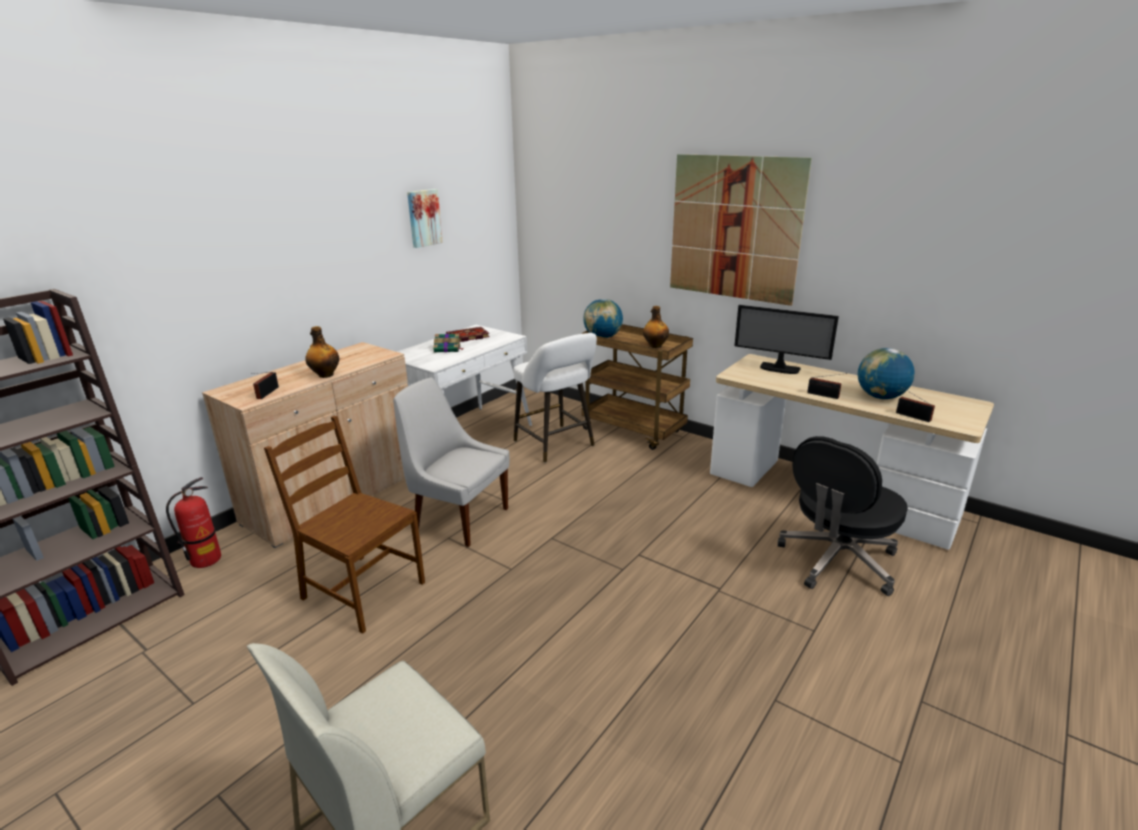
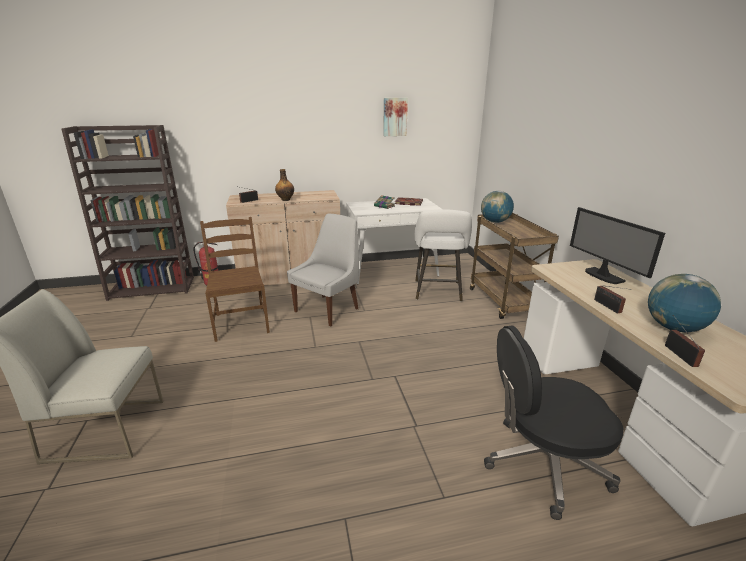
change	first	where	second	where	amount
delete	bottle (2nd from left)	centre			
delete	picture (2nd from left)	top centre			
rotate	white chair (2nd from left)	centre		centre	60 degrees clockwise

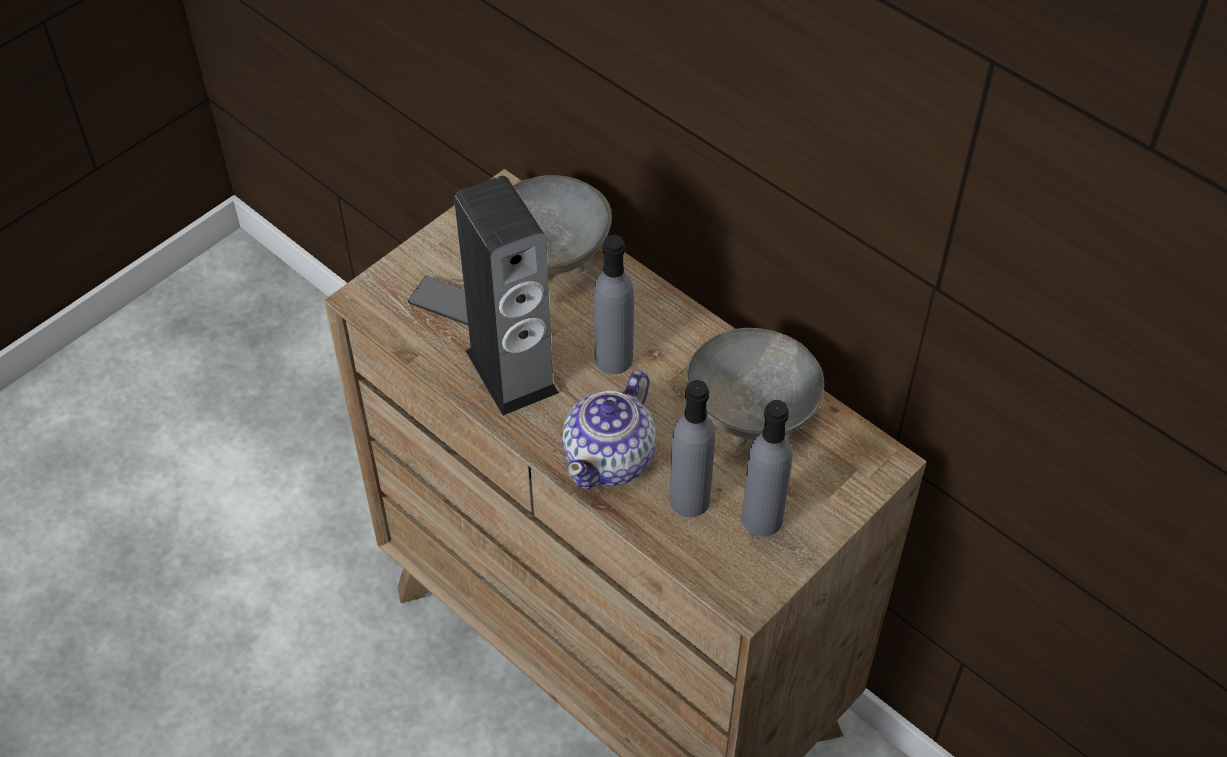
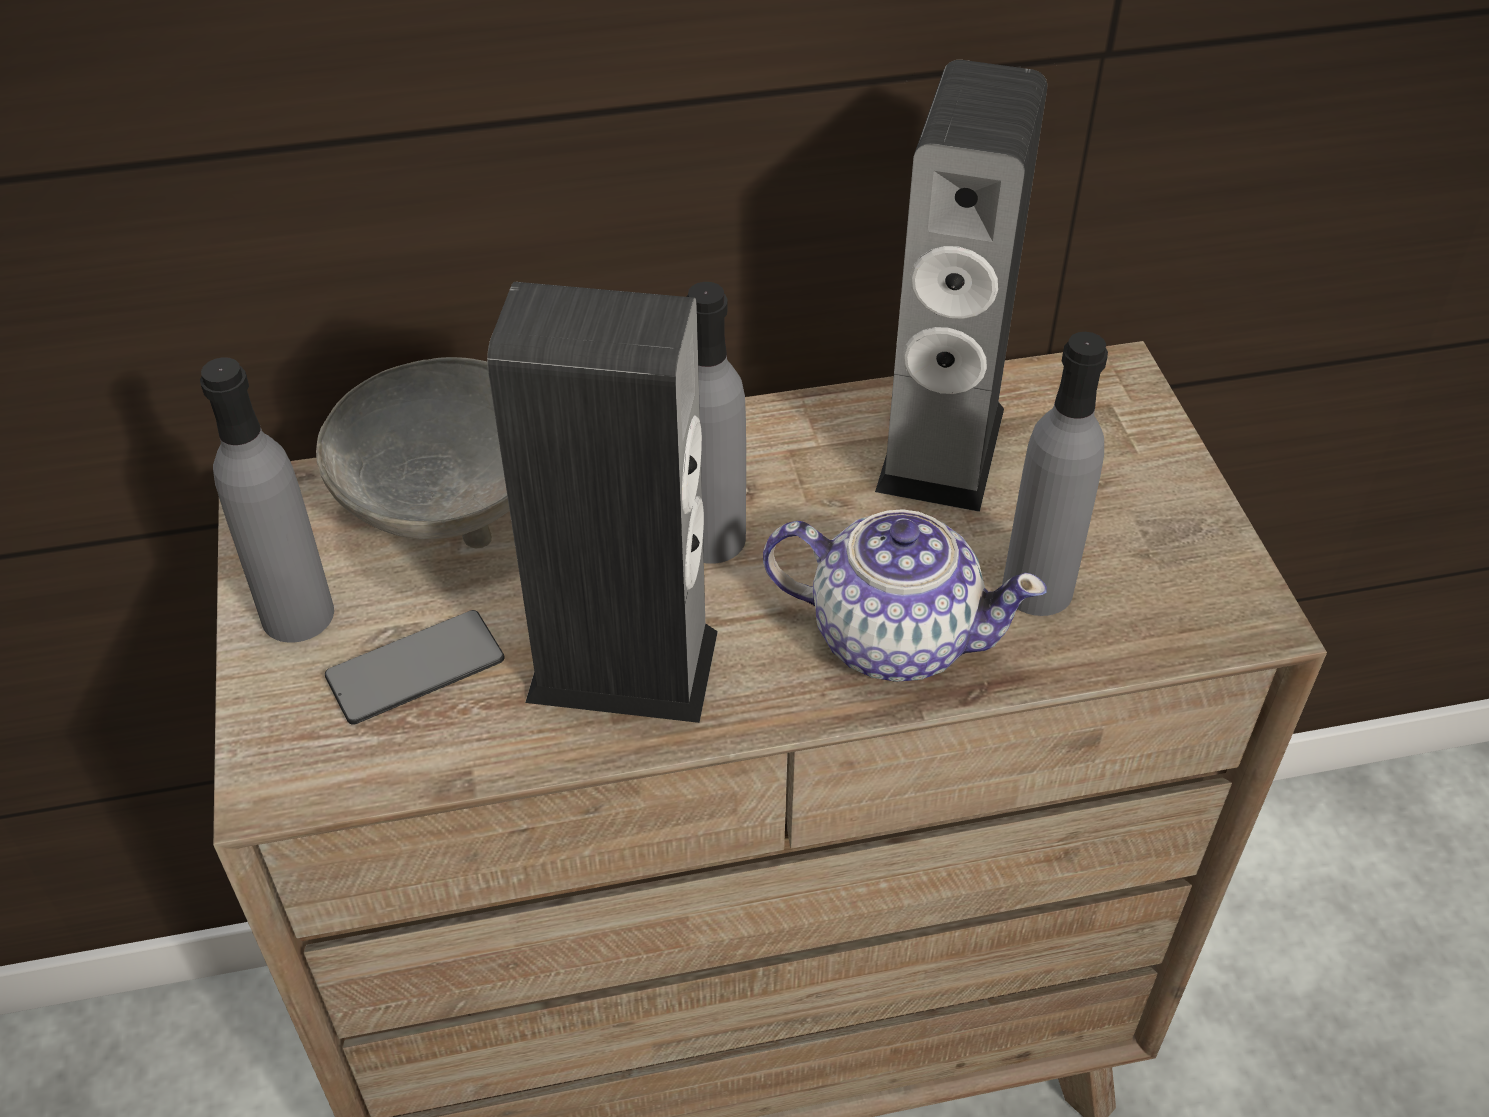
change	first	where	second	where	amount
move	grey bottle (3rd from left in the first image)	centre	grey bottle (1st from left)	middle left	
replace	grey bowl (2nd from left)	centre	speaker (2nd from left)	top centre	
rotate	teapot	centre		centre	45 degrees counterclockwise

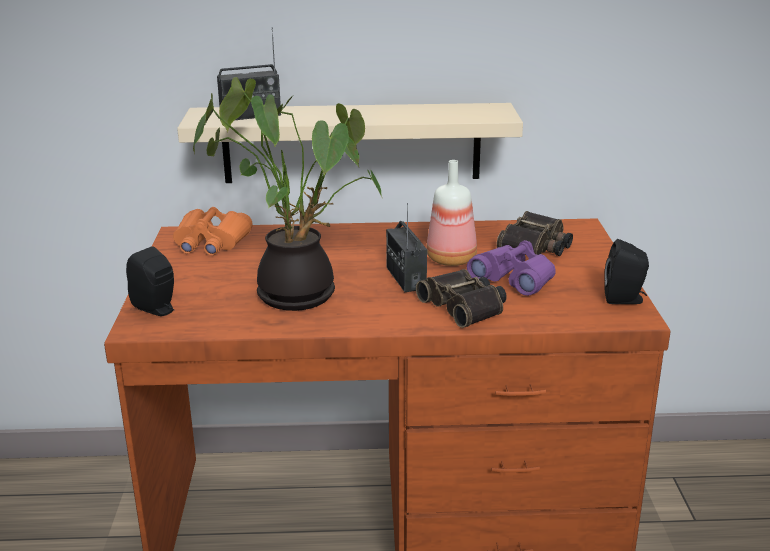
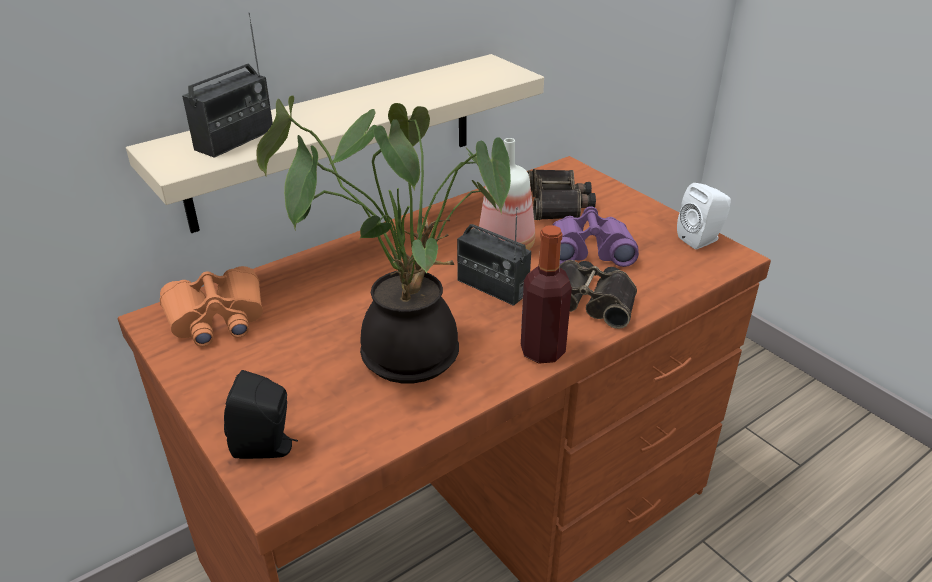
change	first	where	second	where	amount
insert			bottle (2nd from left)	centre	
recolor	black speaker (2nd from left)	middle right	white speaker	middle right	

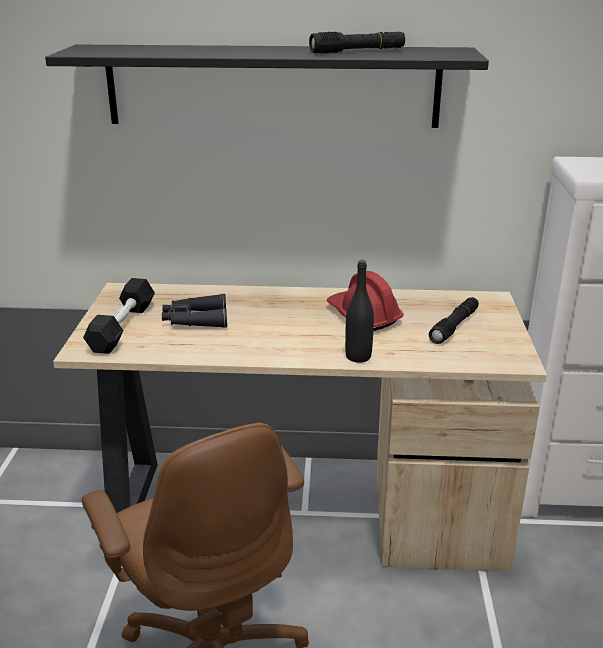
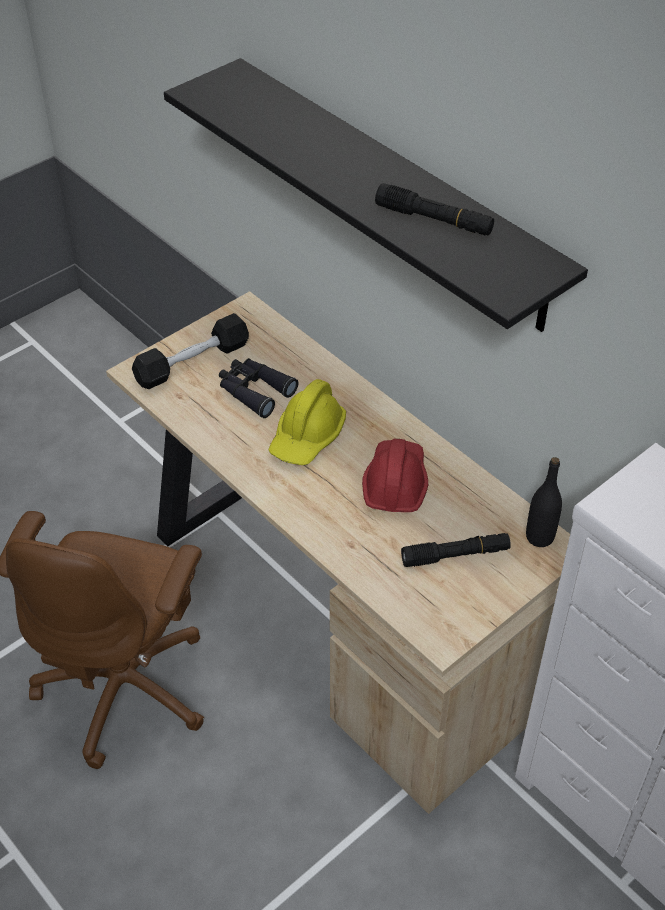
change	first	where	second	where	amount
insert			yellow hard hat	centre	
move	black bottle	centre		middle right	

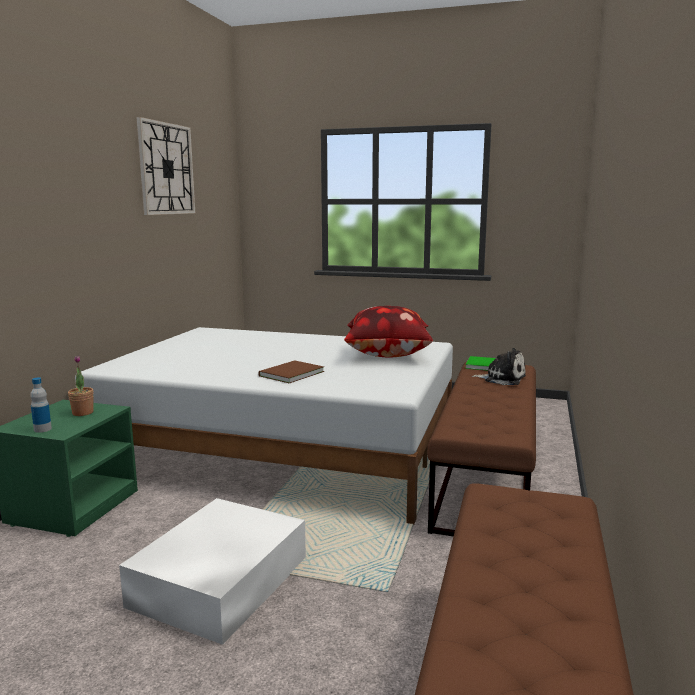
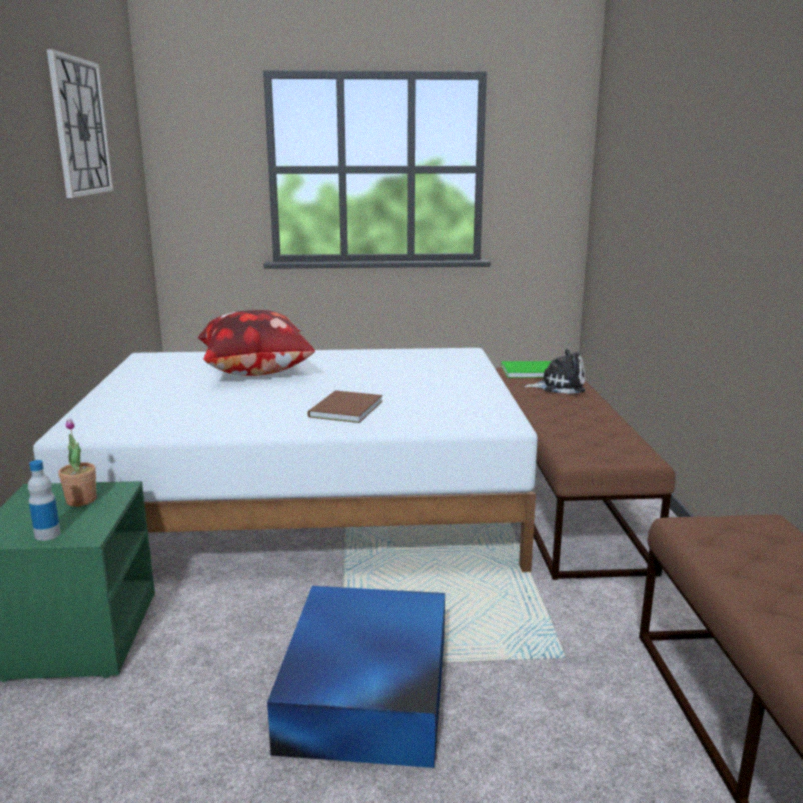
change	first	where	second	where	amount
move	pillow	centre		middle left	
recolor	white storage box	bottom left	blue storage box	bottom centre	

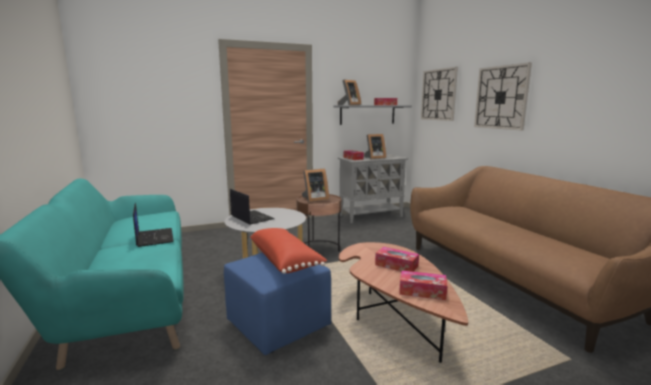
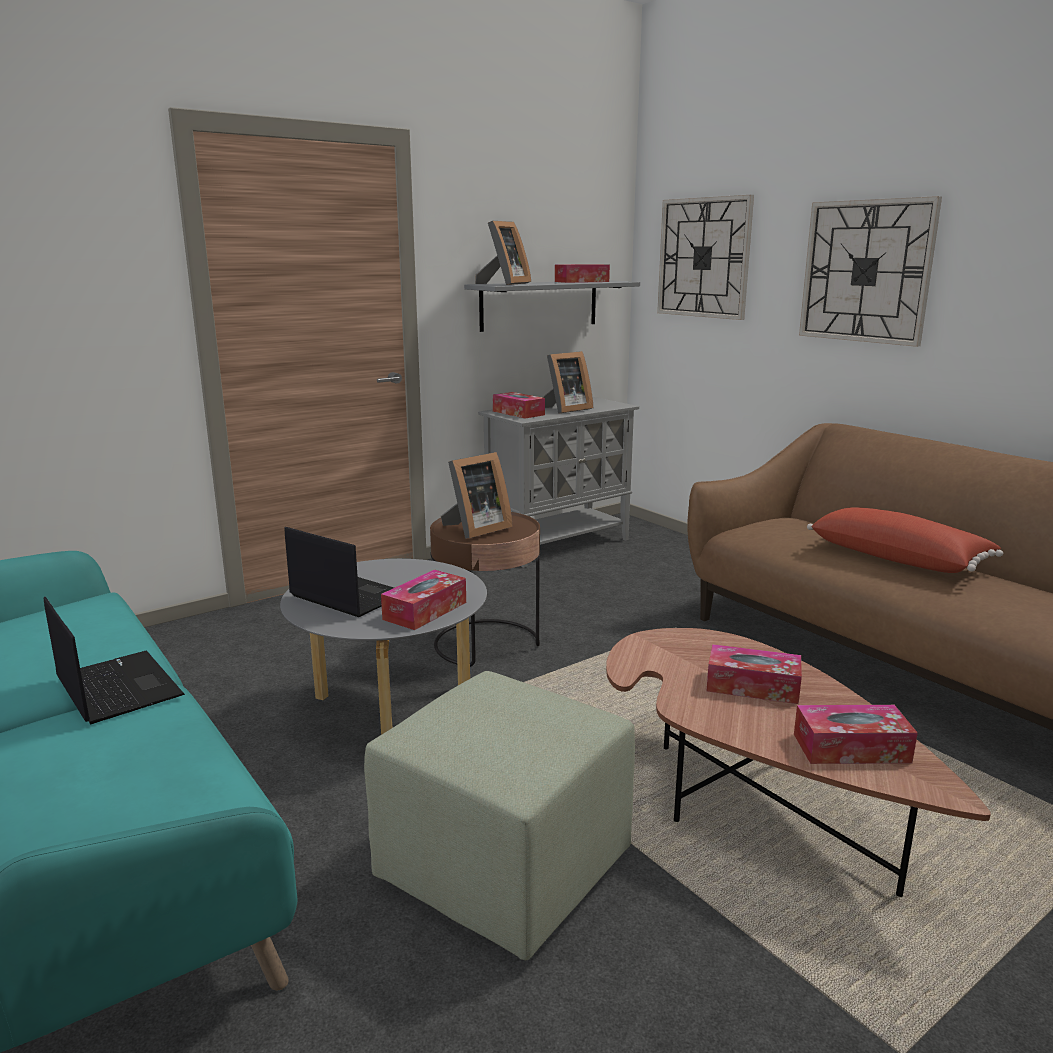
change	first	where	second	where	amount
insert			tissue box (1st from left)	centre	
move	red pillow	centre		middle right	
recolor	blue ottoman	bottom centre	green ottoman	bottom centre	

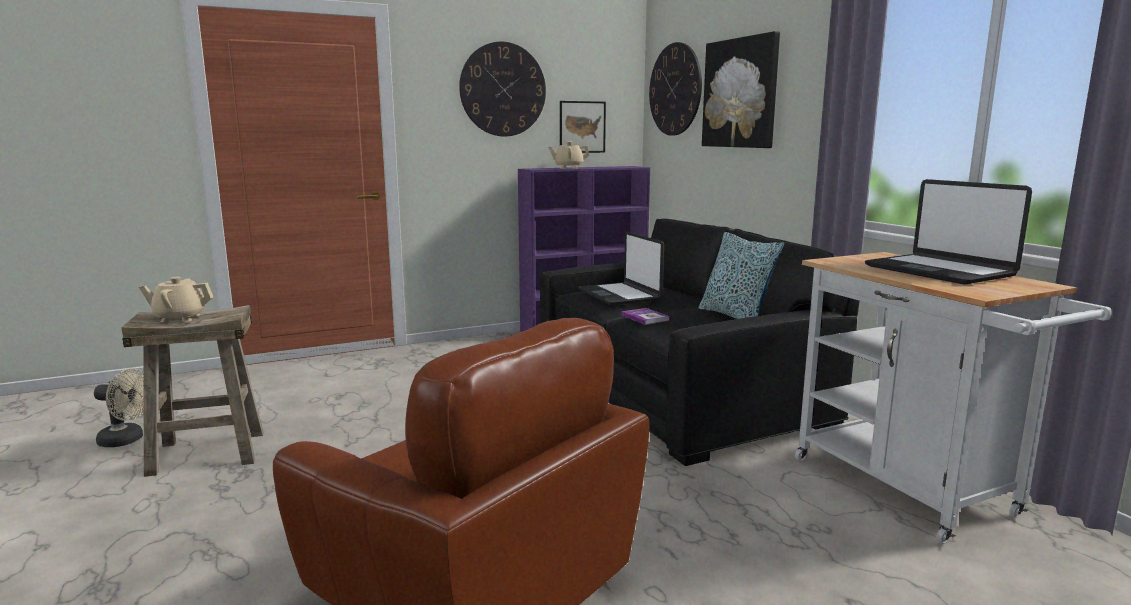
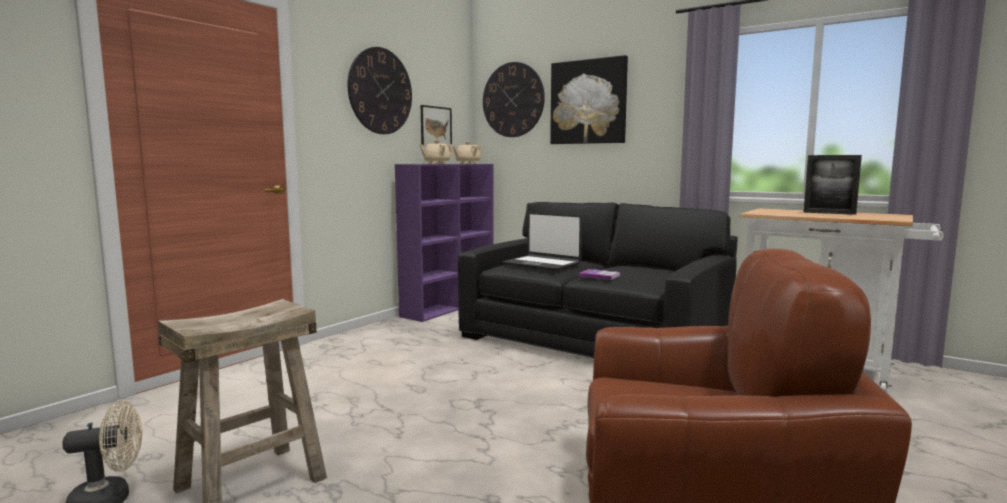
change	first	where	second	where	amount
delete	pillow	centre			
move	beige teapot (1st from left in the first image)	middle left	beige teapot (2nd from left)	top centre	
replace	laptop (2nd from left)	middle right	picture frame	middle right	

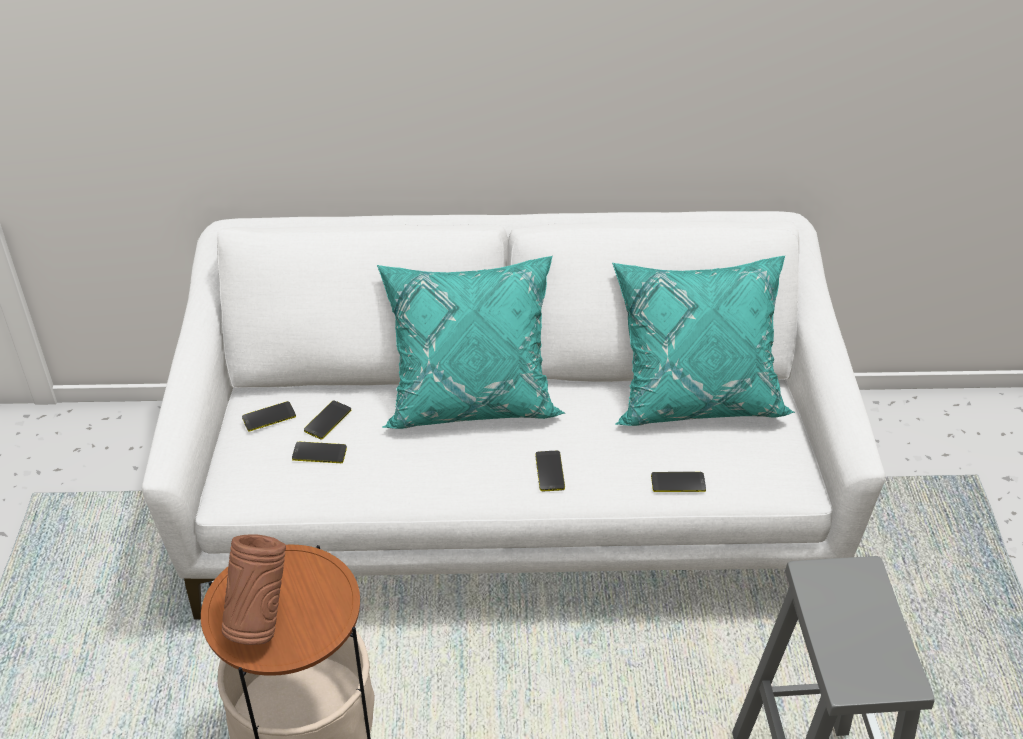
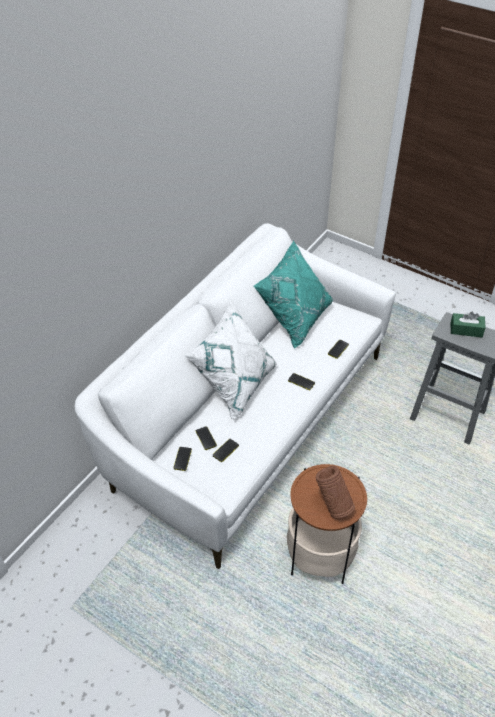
change	first	where	second	where	amount
insert			green tissue box	middle right	
recolor	turquoise pillow (1st from left)	centre	white pillow	centre	

